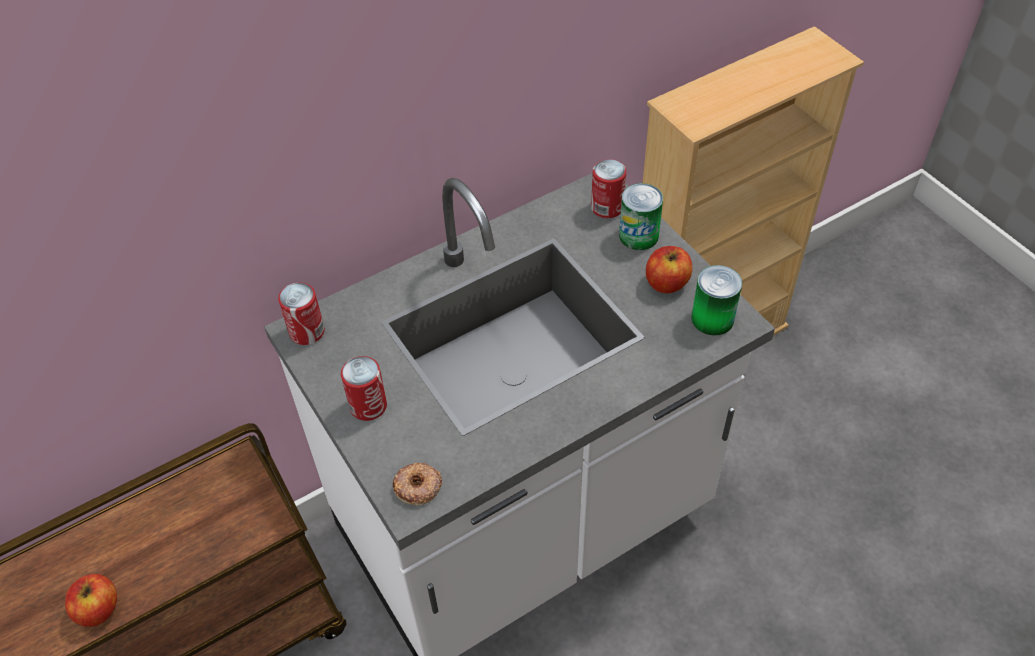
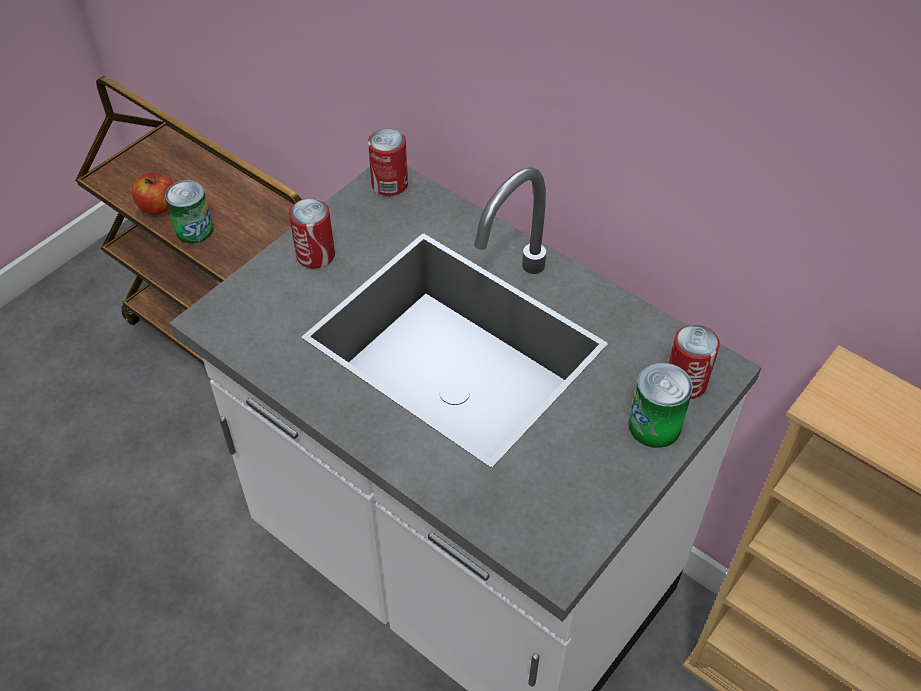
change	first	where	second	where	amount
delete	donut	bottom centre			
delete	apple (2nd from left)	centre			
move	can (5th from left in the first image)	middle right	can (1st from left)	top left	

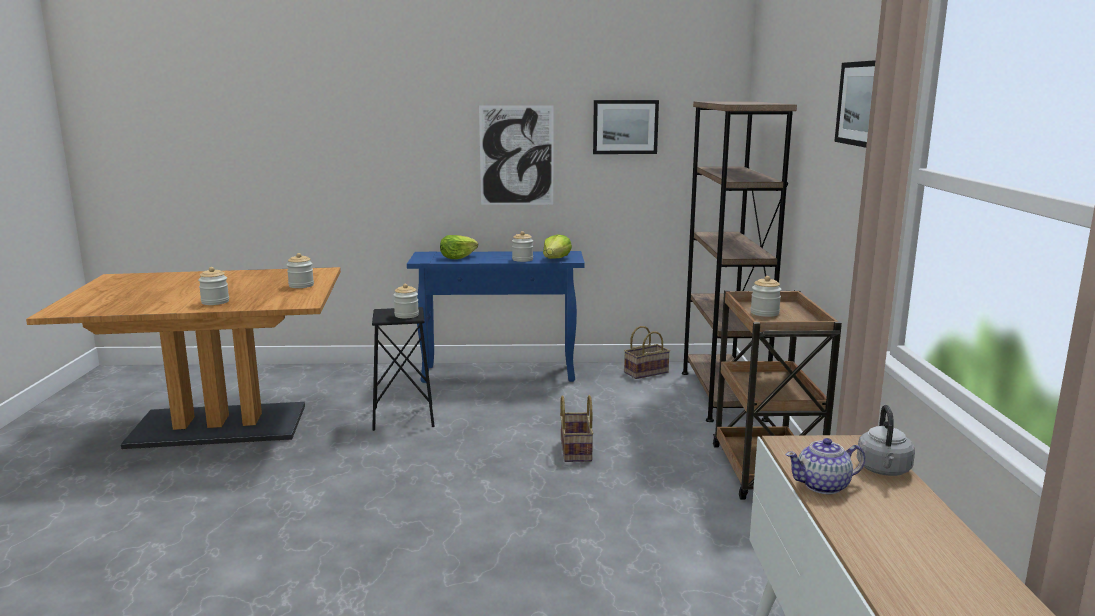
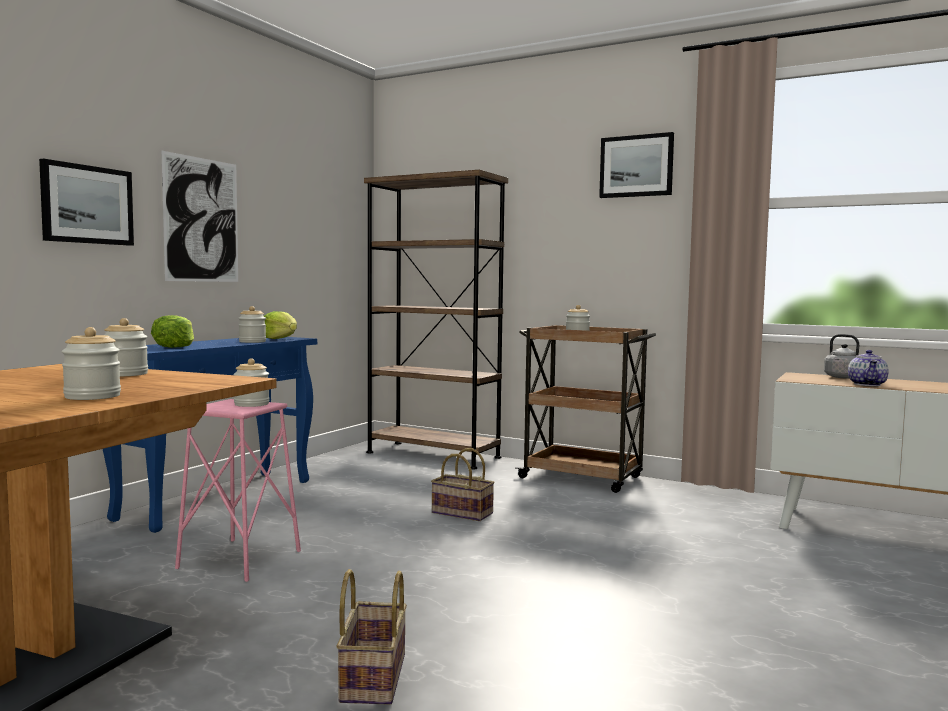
change	first	where	second	where	amount
move	picture (2nd from left in the first image)	top centre	picture (1st from left)	top left	
move	basket (2nd from left in the first image)	centre	basket (1st from left)	bottom centre	
recolor	black stool	centre	pink stool	bottom left	

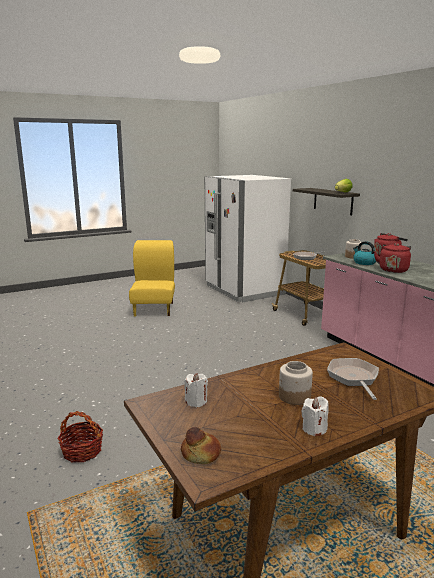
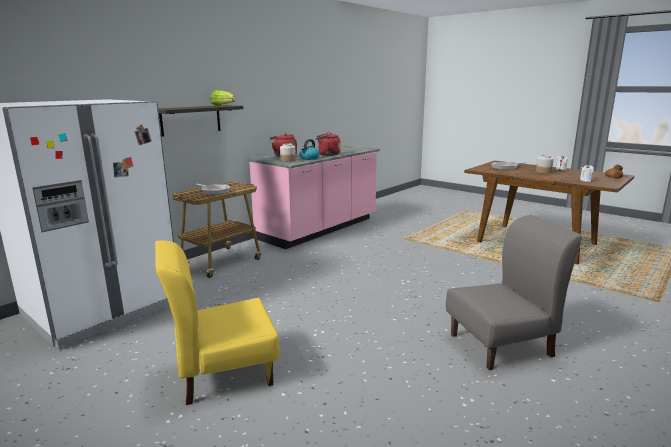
change	first	where	second	where	amount
delete	basket	bottom left			
insert			grey chair	middle right	

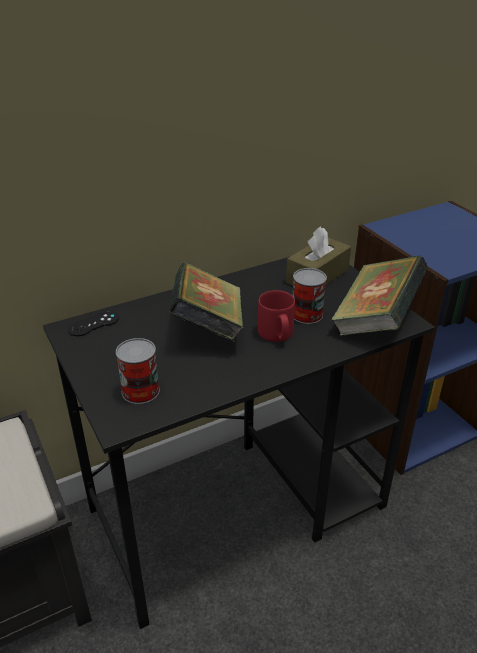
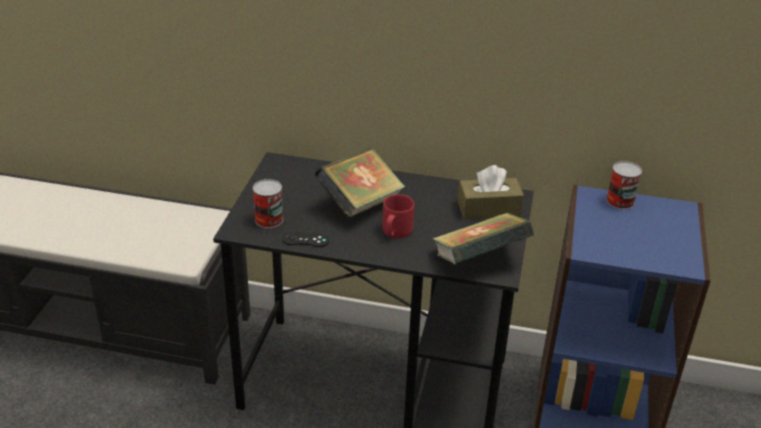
change	first	where	second	where	amount
move	black game controller	middle left		centre	
move	can (2nd from left)	centre		middle right	

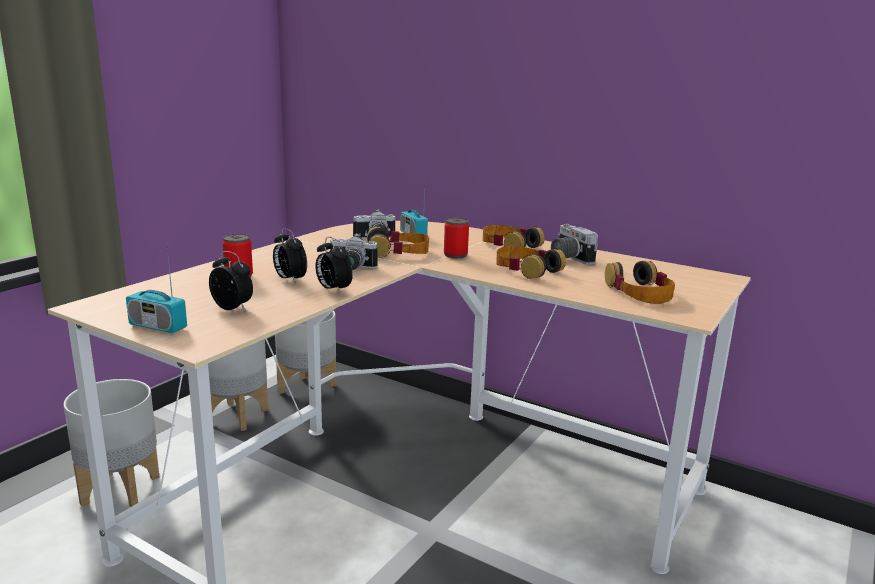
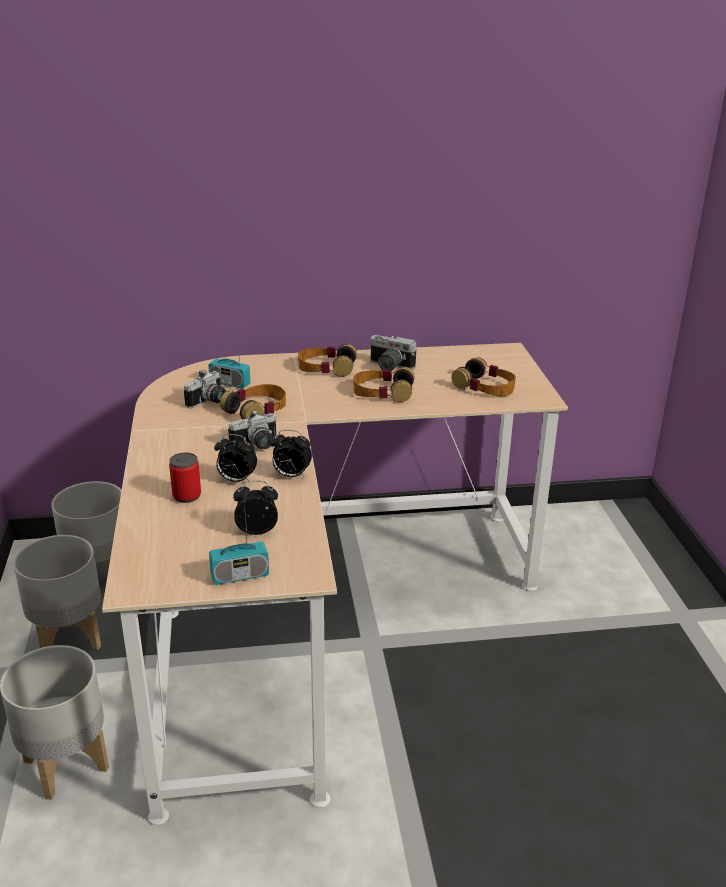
change	first	where	second	where	amount
delete	can (2nd from left)	centre			

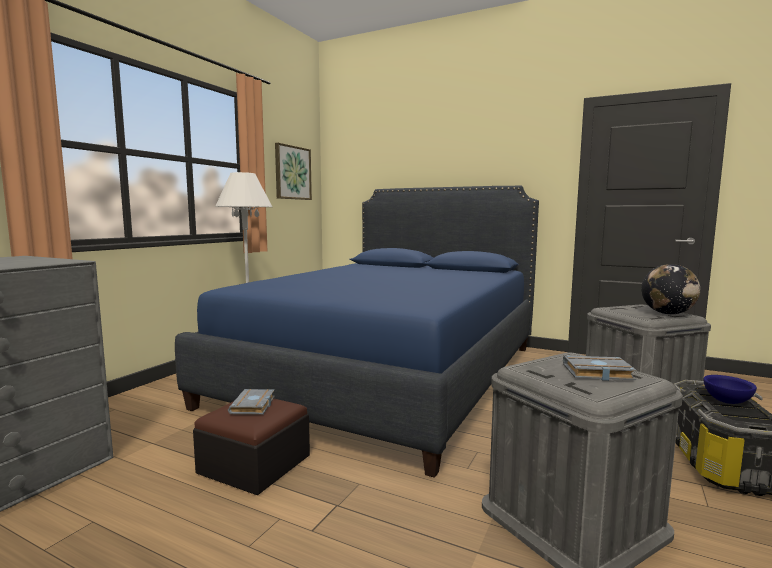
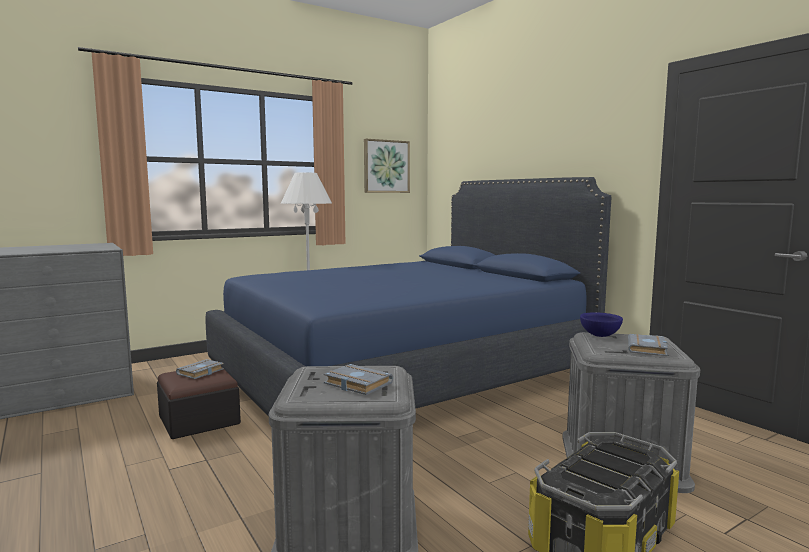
change	first	where	second	where	amount
move	blue bowl	bottom right		middle right	
replace	globe	middle right	grey book (3rd from left)	middle right	

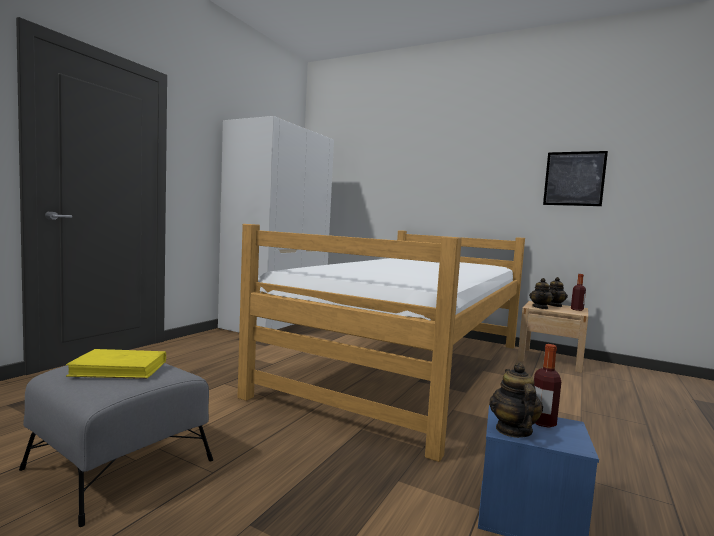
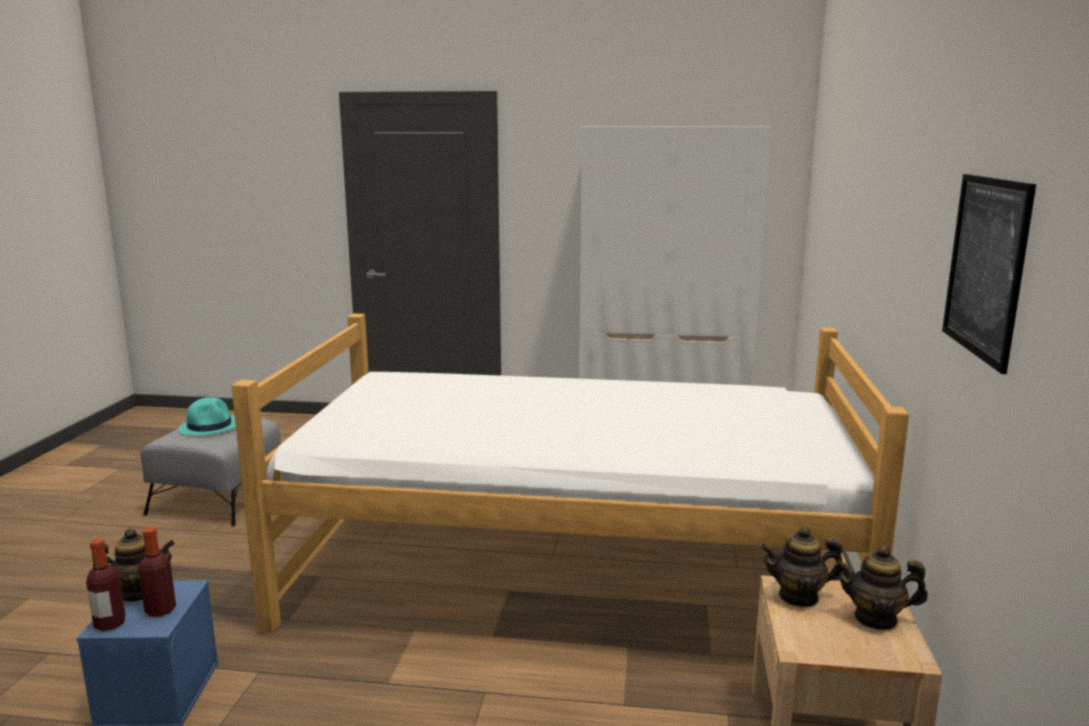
change	first	where	second	where	amount
move	bottle (2nd from left in the first image)	middle right	bottle (1st from left)	bottom left	
replace	yellow book	bottom left	turquoise hat	middle left	

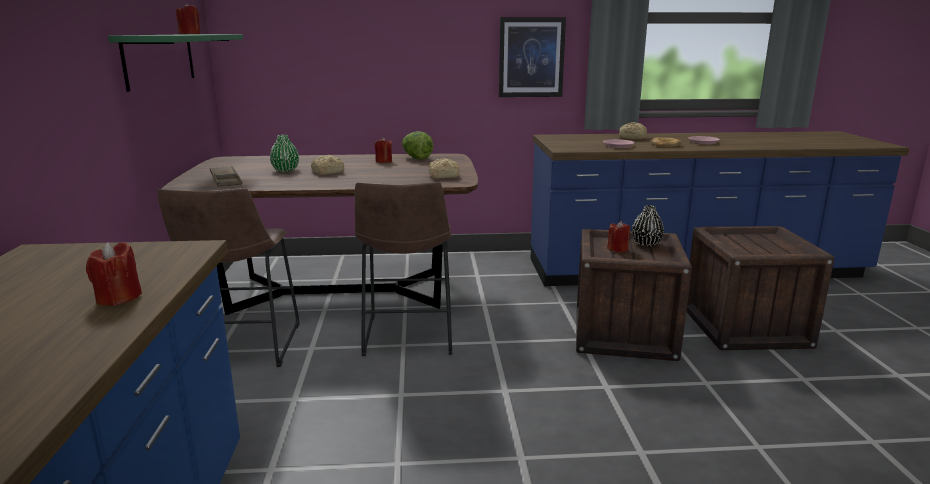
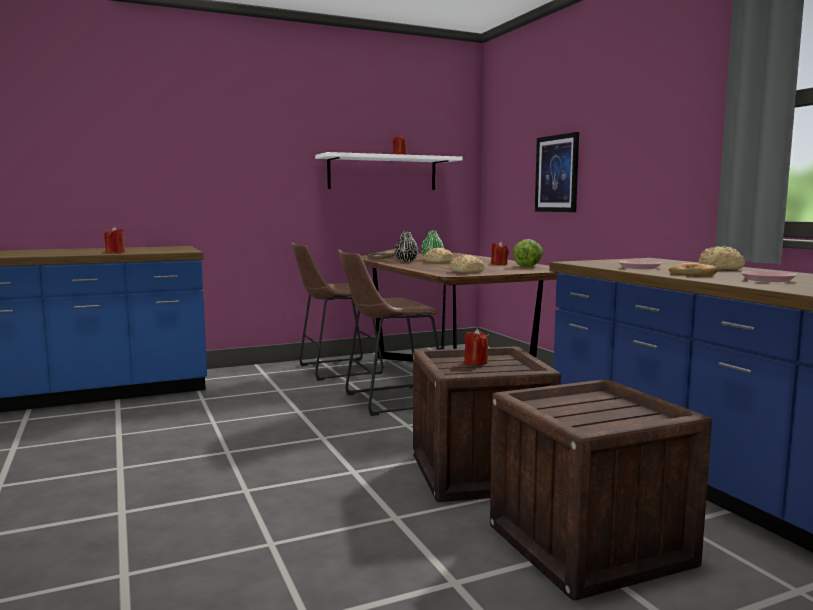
change	first	where	second	where	amount
move	picture	top centre		top right	
move	black vase	middle right		centre	
recolor	green shelf	top left	white shelf	top centre	

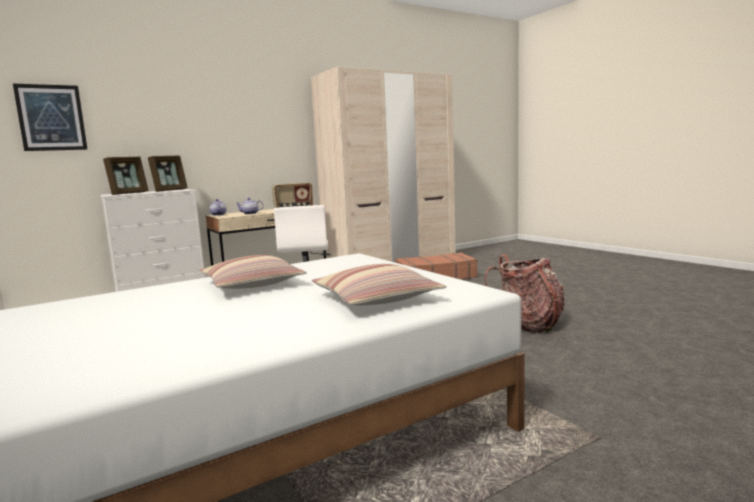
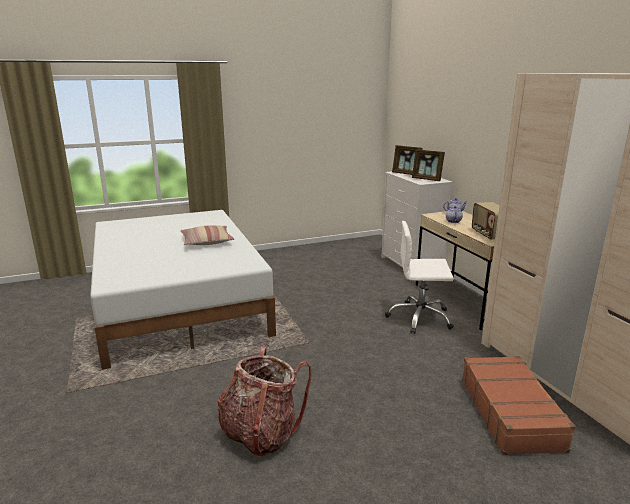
change	first	where	second	where	amount
delete	picture	top left			
delete	pillow (2nd from left)	centre			

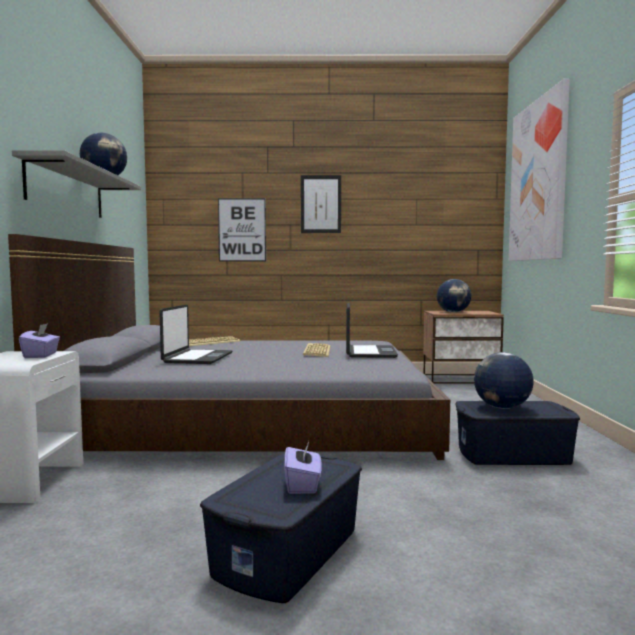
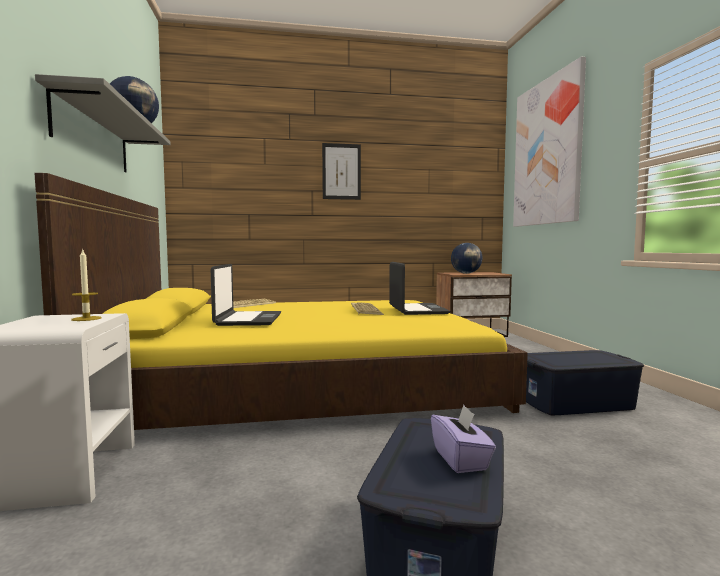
change	first	where	second	where	amount
delete	picture (1st from left)	centre			
delete	globe (3rd from left)	middle right			
replace	purple tissue box (1st from left)	middle left	candle	middle left	
recolor	grey bed	centre	yellow bed	centre	

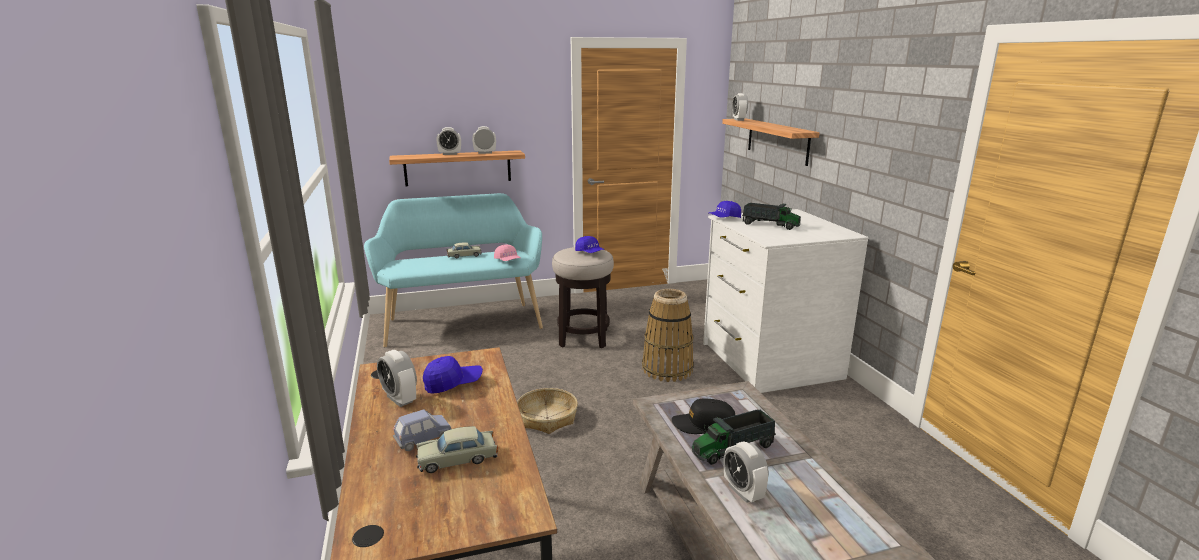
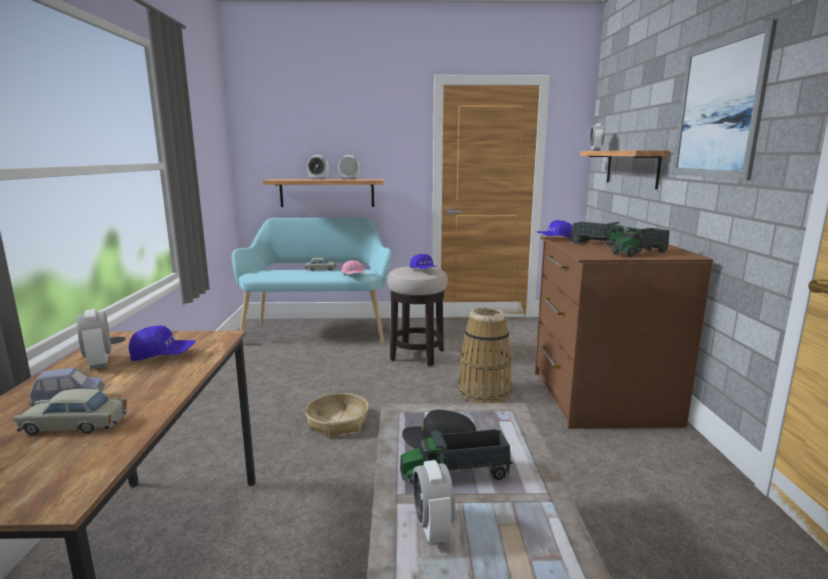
change	first	where	second	where	amount
insert			toy truck (3rd from left)	middle right	
insert			picture	top right	
recolor	white dresser	centre	brown dresser	middle right	

